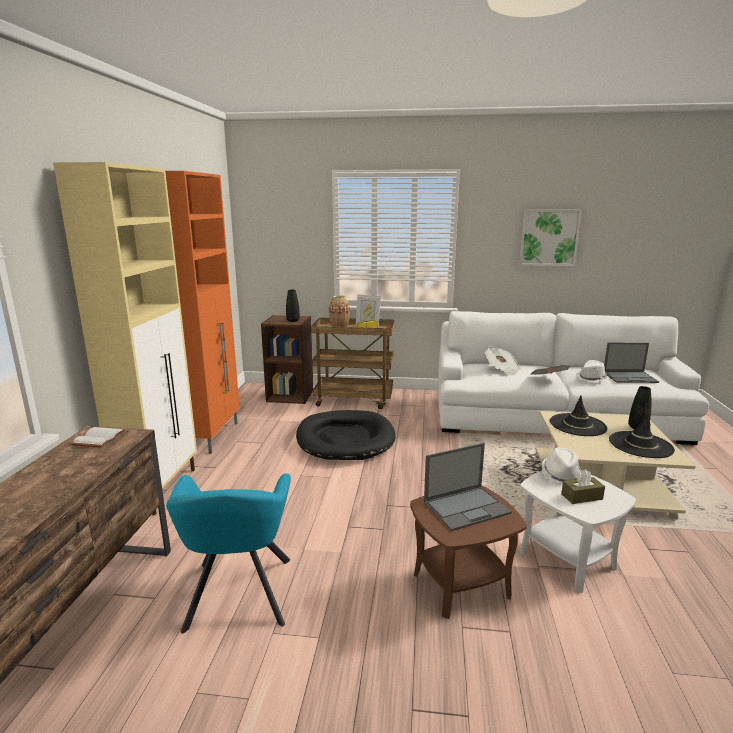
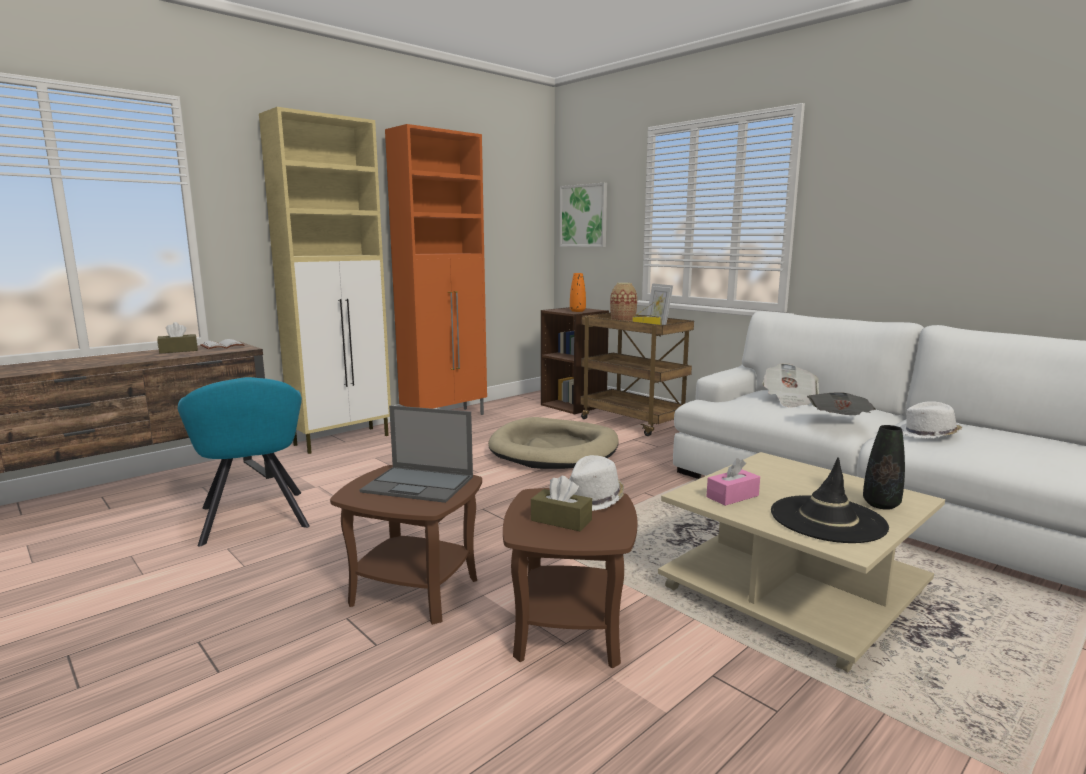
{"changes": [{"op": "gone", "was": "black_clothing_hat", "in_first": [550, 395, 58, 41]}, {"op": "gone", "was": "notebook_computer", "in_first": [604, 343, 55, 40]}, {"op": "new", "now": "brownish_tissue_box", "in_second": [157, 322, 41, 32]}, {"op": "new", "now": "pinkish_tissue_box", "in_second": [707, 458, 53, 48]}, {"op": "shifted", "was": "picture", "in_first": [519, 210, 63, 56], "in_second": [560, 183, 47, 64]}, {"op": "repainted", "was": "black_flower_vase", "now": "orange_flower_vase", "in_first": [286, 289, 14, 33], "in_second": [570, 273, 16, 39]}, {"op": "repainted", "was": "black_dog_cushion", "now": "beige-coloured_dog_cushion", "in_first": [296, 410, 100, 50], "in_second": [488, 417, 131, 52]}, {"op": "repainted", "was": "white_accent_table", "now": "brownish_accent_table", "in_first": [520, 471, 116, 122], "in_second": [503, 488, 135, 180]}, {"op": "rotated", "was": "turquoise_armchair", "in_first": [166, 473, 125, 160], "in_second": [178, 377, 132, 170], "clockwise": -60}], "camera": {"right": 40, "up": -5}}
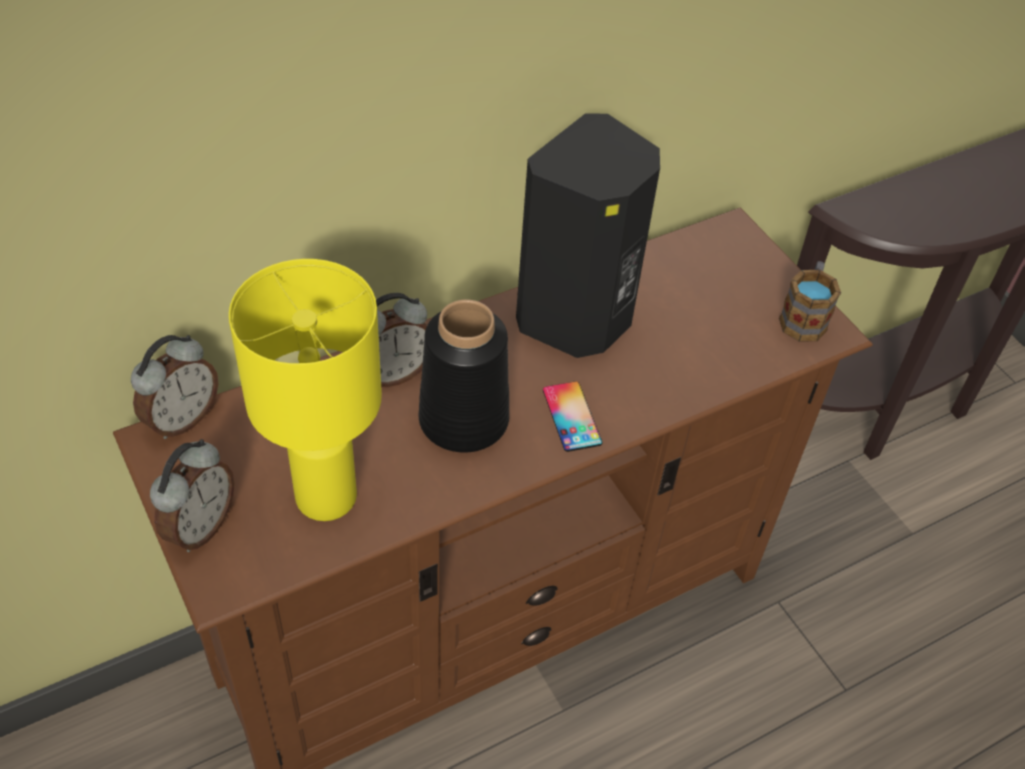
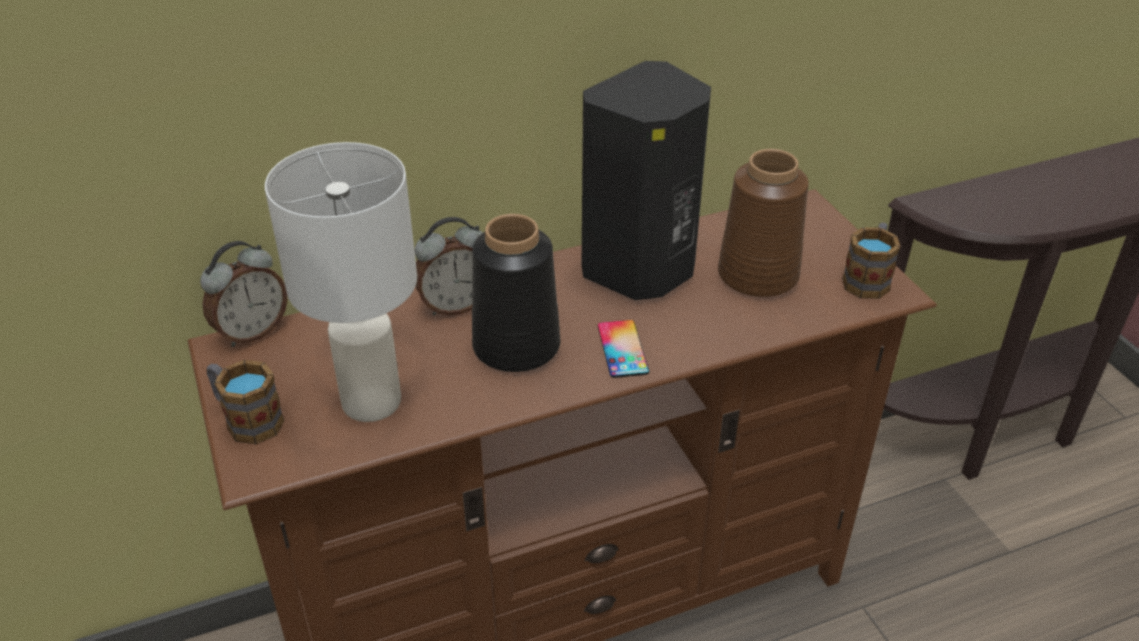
{"changes": [{"op": "new", "now": "brownish_flower_vase", "in_second": [718, 149, 91, 148]}, {"op": "swapped", "was": "table_clock", "now": "tea_mug", "in_first": [150, 439, 84, 113], "in_second": [207, 360, 78, 84]}, {"op": "repainted", "was": "yellow-coloured_tabletop_lamp", "now": "white_tabletop_lamp", "in_first": [229, 259, 153, 262], "in_second": [265, 142, 152, 280]}], "camera": {"right": 10, "up": -10}}
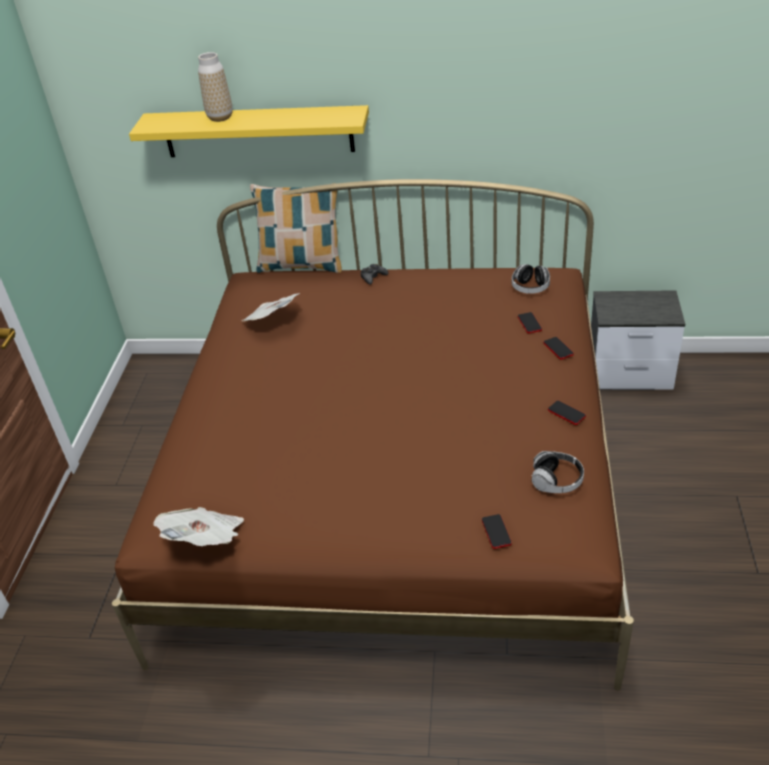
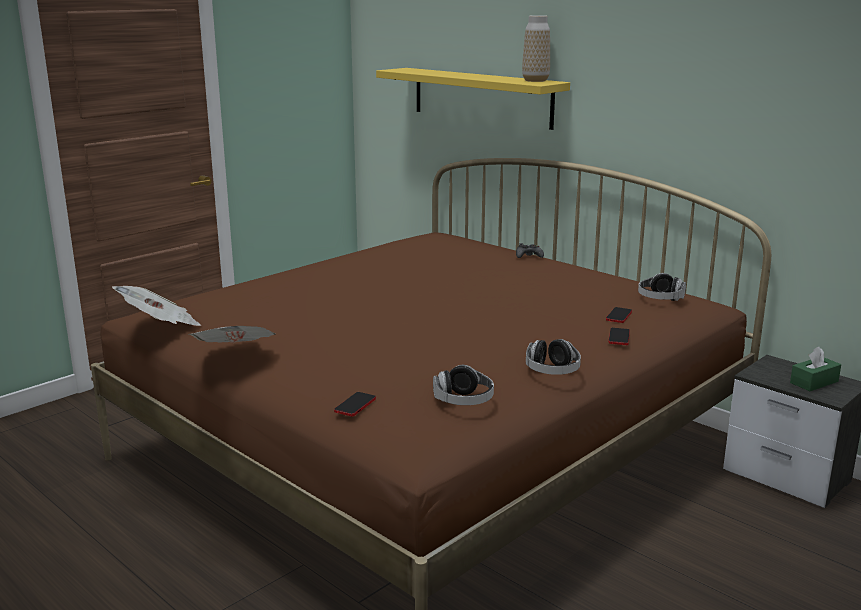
{"changes": [{"op": "gone", "was": "pillow", "in_first": [250, 183, 92, 90]}, {"op": "new", "now": "green-coloured_tissue_box", "in_second": [790, 347, 51, 44]}, {"op": "shifted", "was": "flower_vase", "in_first": [198, 52, 35, 70], "in_second": [522, 15, 28, 67]}, {"op": "shifted", "was": "daily_paper", "in_first": [242, 293, 58, 28], "in_second": [189, 326, 86, 17]}, {"op": "swapped", "was": "phone", "now": "headset", "in_first": [548, 401, 38, 24], "in_second": [526, 339, 55, 36]}], "camera": {"right": 35, "up": -20}}
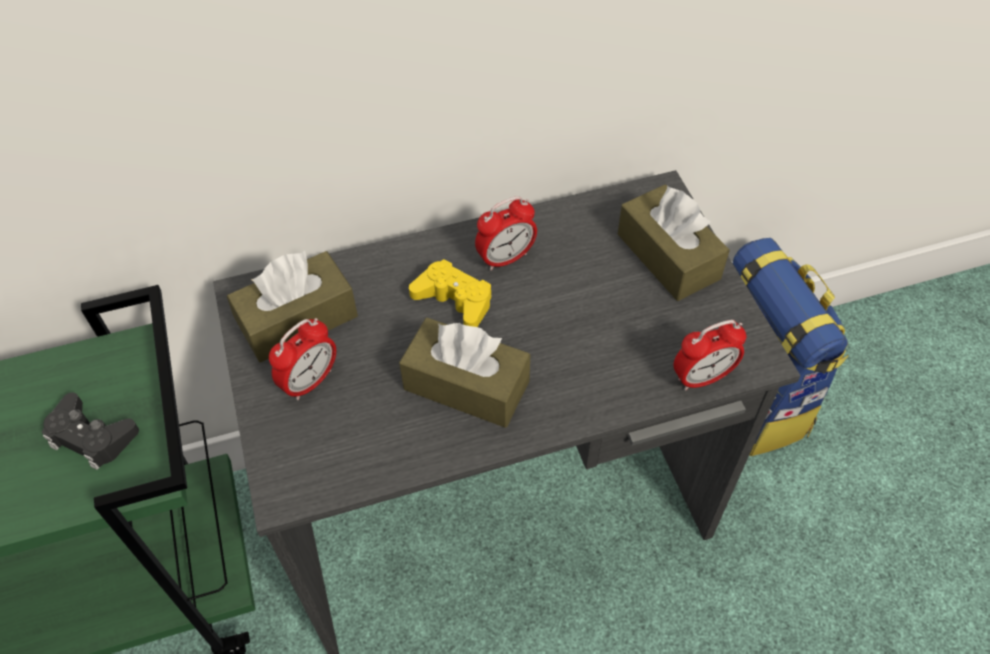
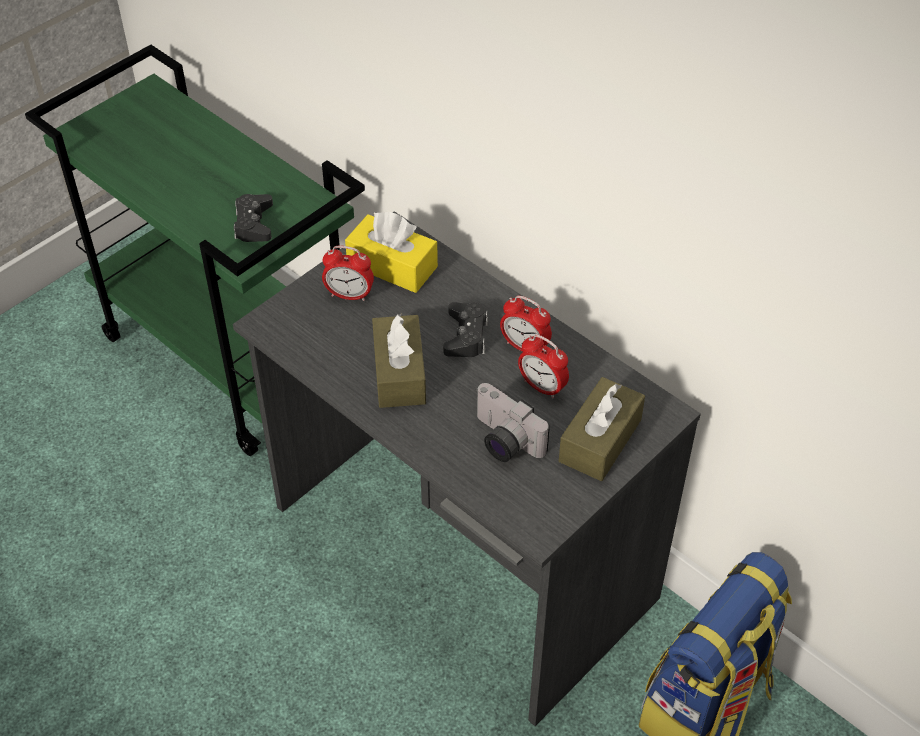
{"changes": [{"op": "new", "now": "still_camera", "in_second": [477, 383, 73, 79]}, {"op": "shifted", "was": "table_clock", "in_first": [673, 320, 73, 71], "in_second": [518, 335, 51, 63]}, {"op": "repainted", "was": "brownish_tissue_box", "now": "yellow-coloured_tissue_box", "in_first": [227, 251, 131, 112], "in_second": [345, 212, 93, 81]}, {"op": "repainted", "was": "yellow-coloured_joypad", "now": "black_joypad", "in_first": [409, 259, 83, 68], "in_second": [443, 302, 45, 55]}], "camera": {"right": 60, "up": -5}}
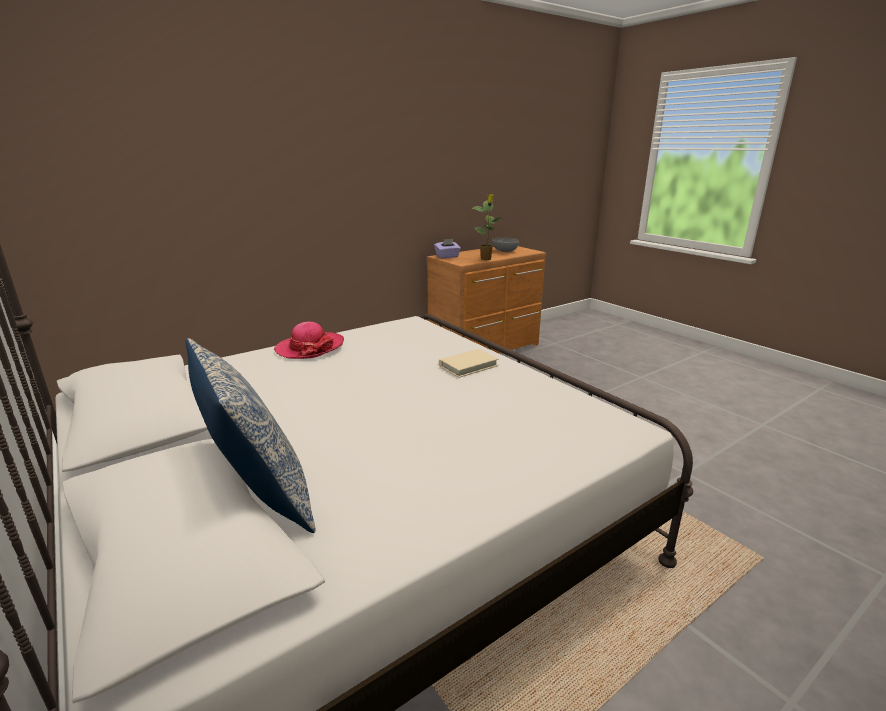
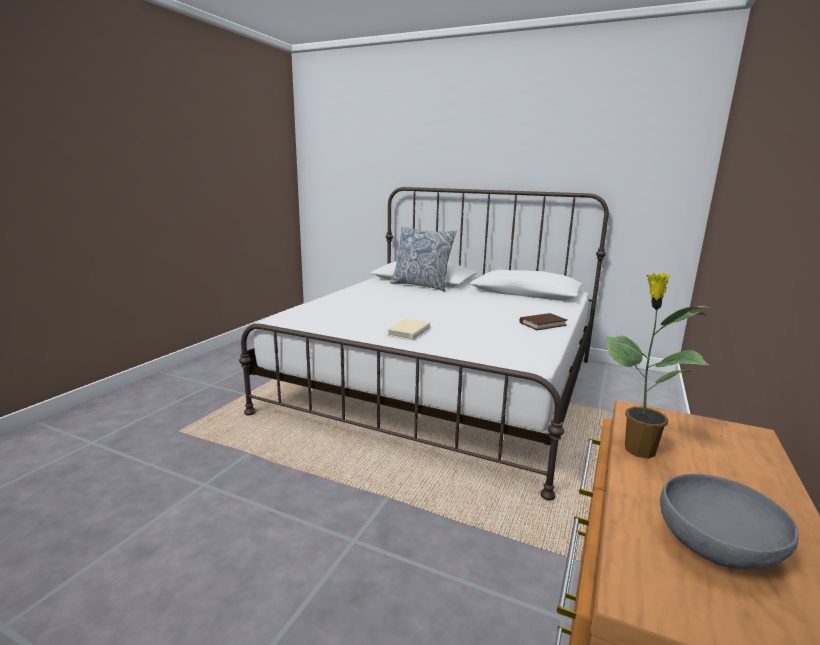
{"changes": [{"op": "gone", "was": "purplish_tissue_box", "in_first": [434, 239, 27, 19]}, {"op": "swapped", "was": "clothing_hat", "now": "brownish_book", "in_first": [274, 322, 70, 37], "in_second": [519, 313, 49, 17]}], "camera": {"right": 150, "up": -5}}
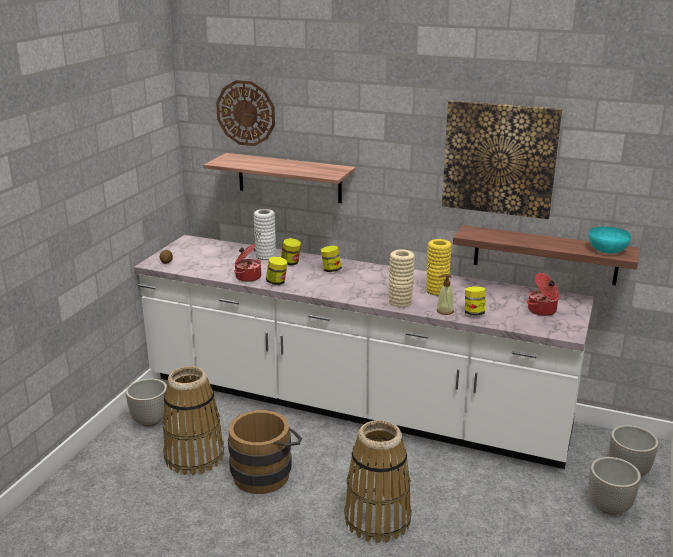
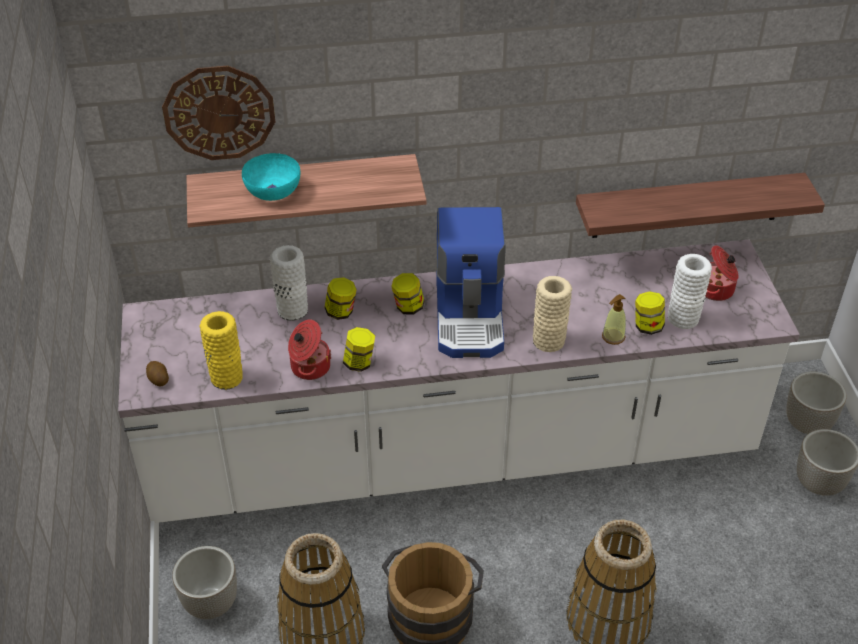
{"changes": [{"op": "gone", "was": "picture", "in_first": [442, 100, 120, 119]}, {"op": "new", "now": "coffee_machine", "in_second": [436, 207, 70, 151]}, {"op": "new", "now": "white_flower_vase", "in_second": [668, 254, 44, 75]}, {"op": "shifted", "was": "yellow-coloured_flower_vase", "in_first": [426, 239, 26, 56], "in_second": [200, 311, 43, 79]}, {"op": "shifted", "was": "turquoise_deep_dish", "in_first": [589, 227, 42, 27], "in_second": [242, 153, 58, 48]}], "camera": {"right": -30, "up": 20}}
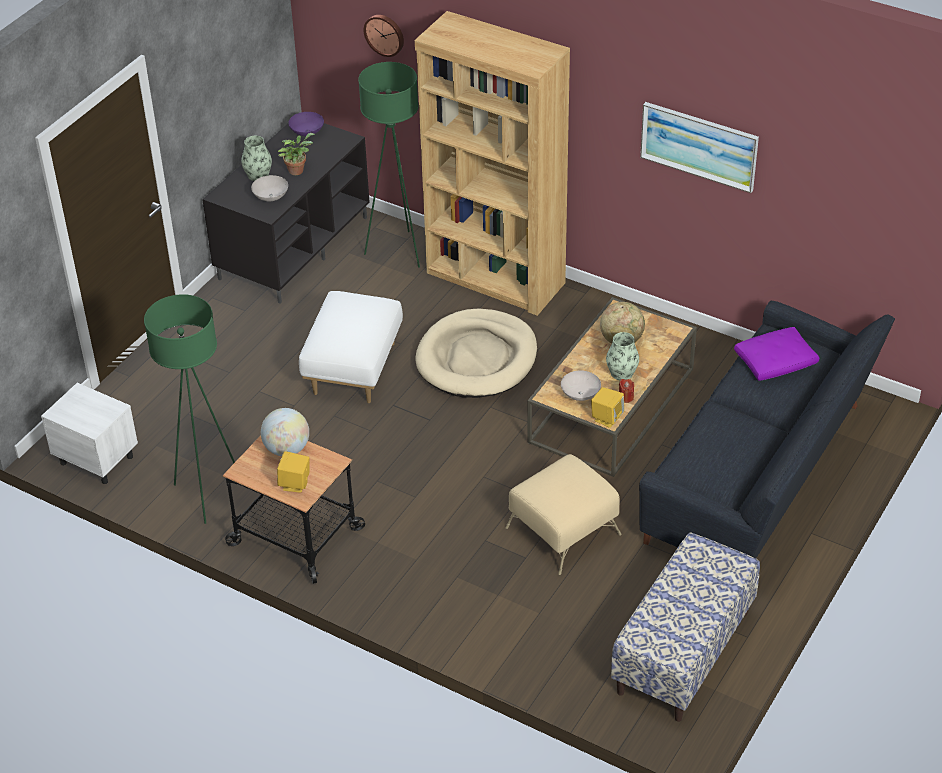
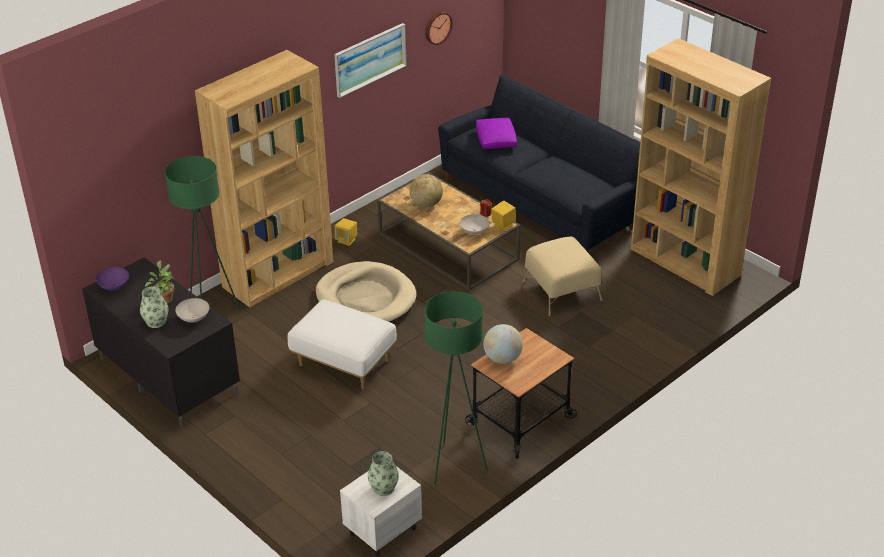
{"changes": [{"op": "shifted", "was": "yellow-coloured_loudspeaker", "in_first": [277, 451, 32, 42], "in_second": [335, 218, 22, 28]}, {"op": "shifted", "was": "clock_on_the_wall", "in_first": [364, 15, 40, 42], "in_second": [425, 12, 27, 33]}, {"op": "shifted", "was": "flower_vase", "in_first": [606, 332, 33, 48], "in_second": [368, 451, 31, 45]}, {"op": "swapped", "was": "long_seat", "now": "brownish_shelving_unit", "in_first": [611, 532, 149, 190], "in_second": [631, 38, 140, 258]}], "camera": {"right": -75, "up": -5}}
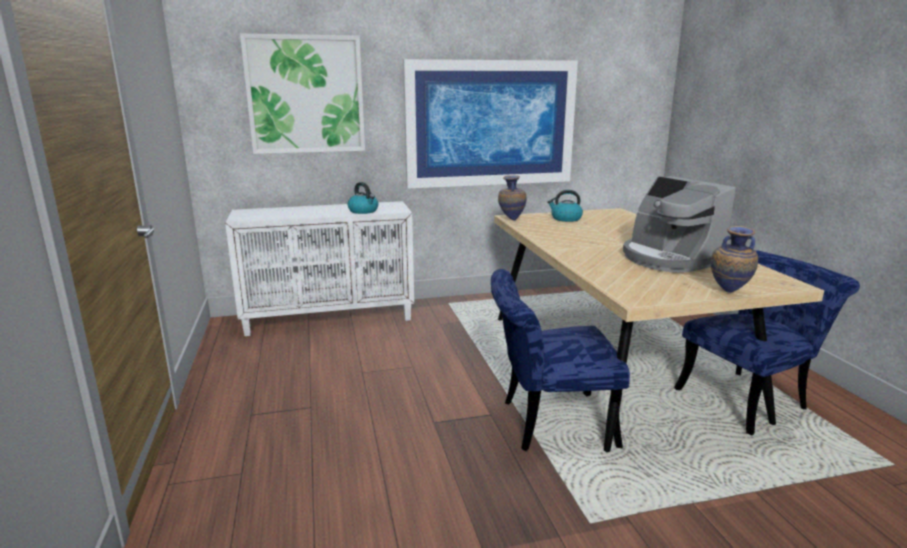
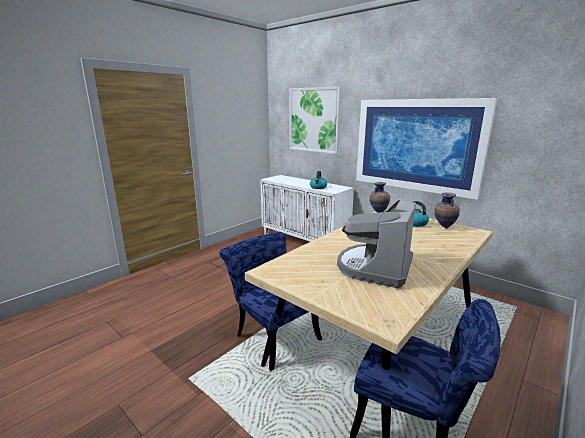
{"changes": [{"op": "shifted", "was": "flower_vase", "in_first": [711, 226, 47, 67], "in_second": [435, 192, 25, 37]}], "camera": {"right": 55, "up": 0}}
